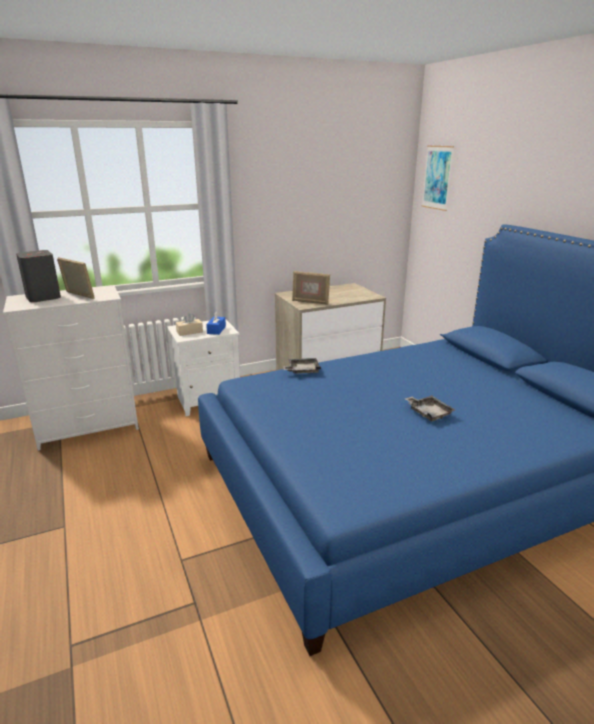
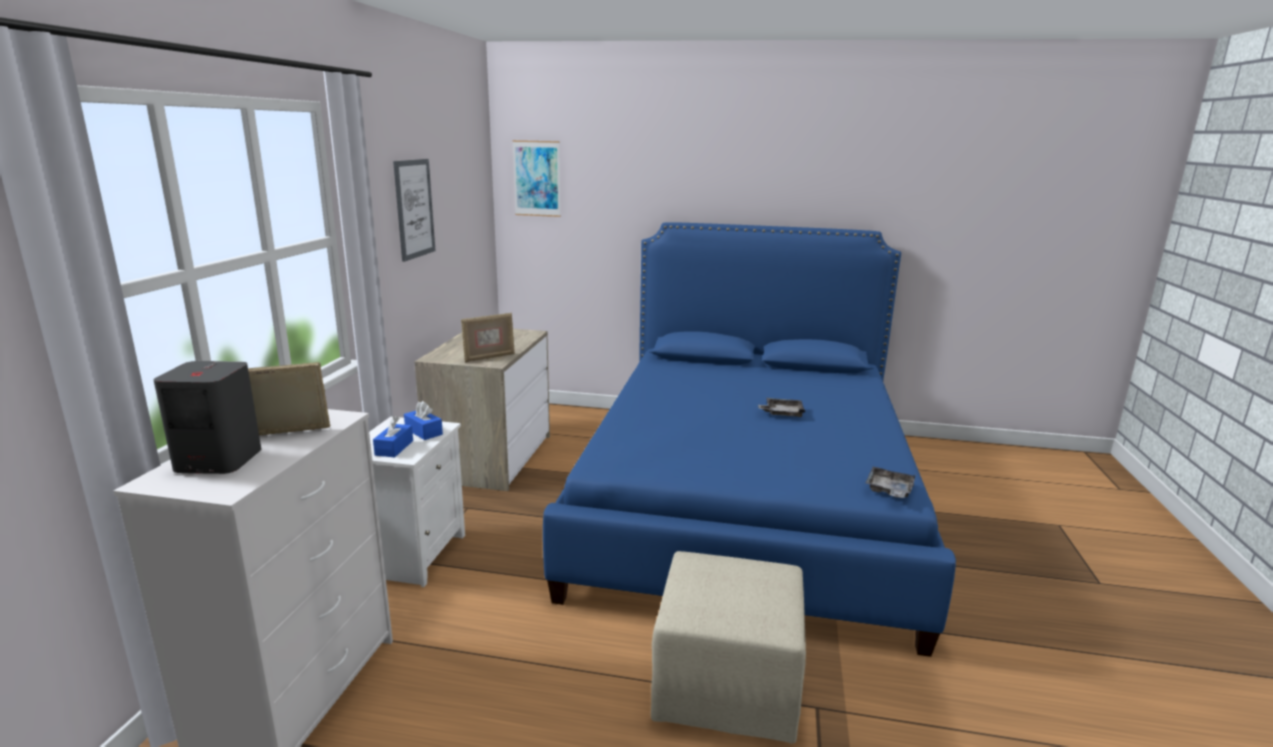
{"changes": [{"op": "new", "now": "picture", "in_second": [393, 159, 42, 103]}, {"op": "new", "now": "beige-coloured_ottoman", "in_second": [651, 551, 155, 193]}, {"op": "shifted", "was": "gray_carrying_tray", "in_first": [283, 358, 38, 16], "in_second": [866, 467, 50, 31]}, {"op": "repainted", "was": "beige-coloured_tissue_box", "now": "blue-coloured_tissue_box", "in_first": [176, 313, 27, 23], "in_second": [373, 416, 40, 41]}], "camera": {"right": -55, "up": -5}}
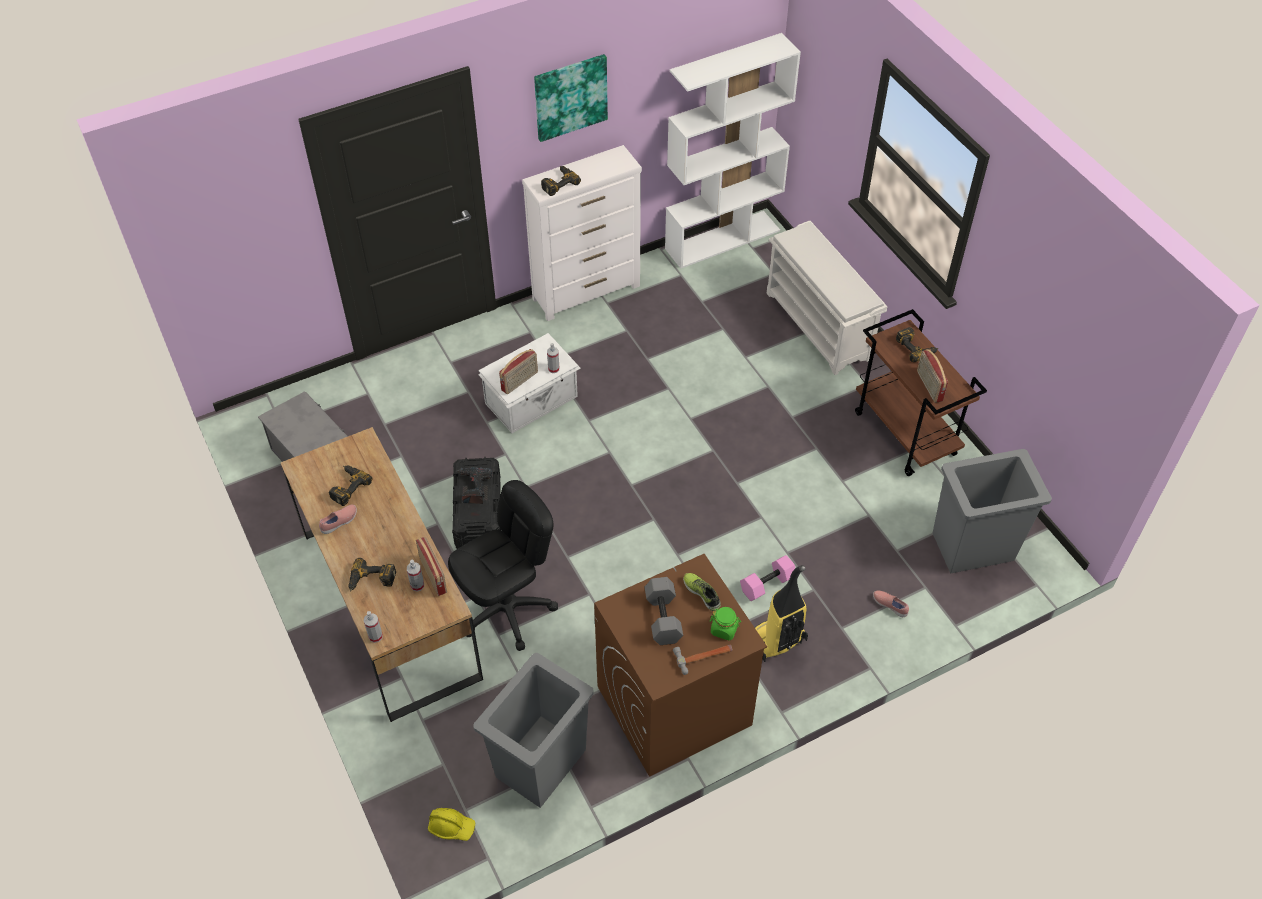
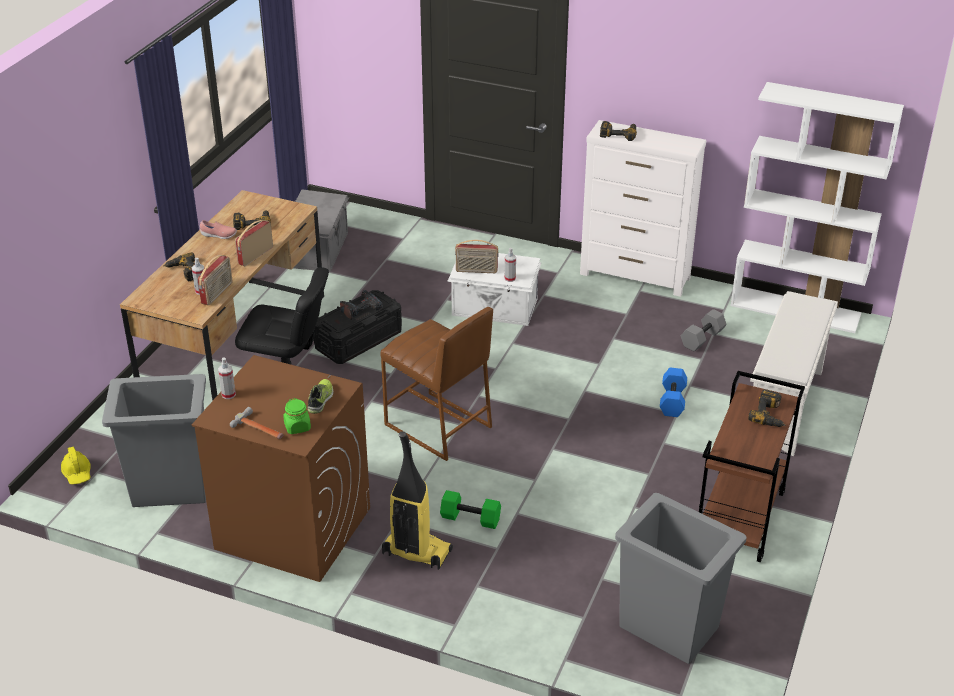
{"changes": [{"op": "gone", "was": "picture", "in_first": [534, 54, 74, 88]}, {"op": "gone", "was": "pinkish_shoe", "in_first": [873, 591, 36, 26]}, {"op": "new", "now": "brownish_stool_seat", "in_second": [380, 307, 113, 154]}, {"op": "new", "now": "blue-coloured_hand_weight", "in_second": [660, 368, 27, 49]}, {"op": "shifted", "was": "spray_bottle", "in_first": [364, 611, 19, 32], "in_second": [218, 358, 18, 41]}, {"op": "shifted", "was": "gray_hand_weight", "in_first": [645, 577, 38, 68], "in_second": [681, 309, 46, 42]}, {"op": "shifted", "was": "radio", "in_first": [917, 349, 31, 54], "in_second": [235, 220, 38, 46]}, {"op": "repainted", "was": "pinkish_hand_weight", "now": "green-coloured_hand_weight", "in_first": [740, 555, 55, 46], "in_second": [440, 490, 61, 39]}], "camera": {"right": 50, "up": -15}}
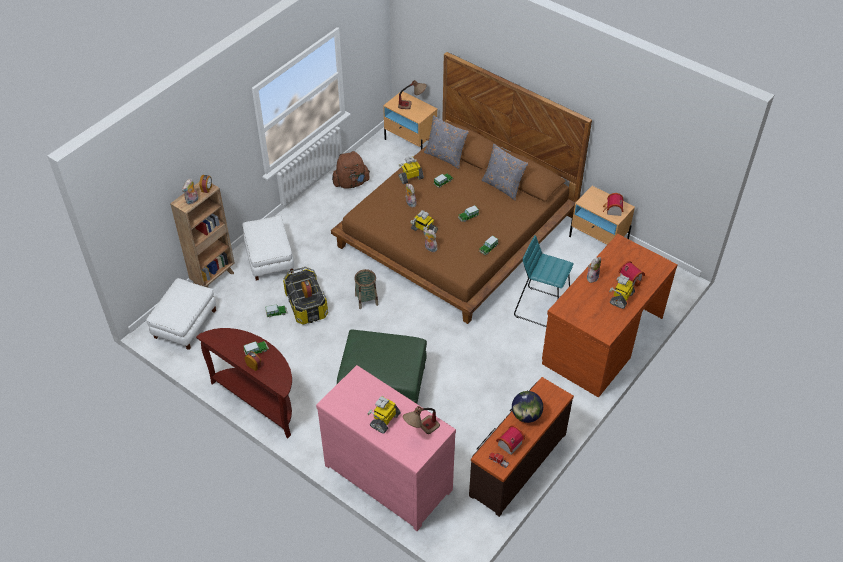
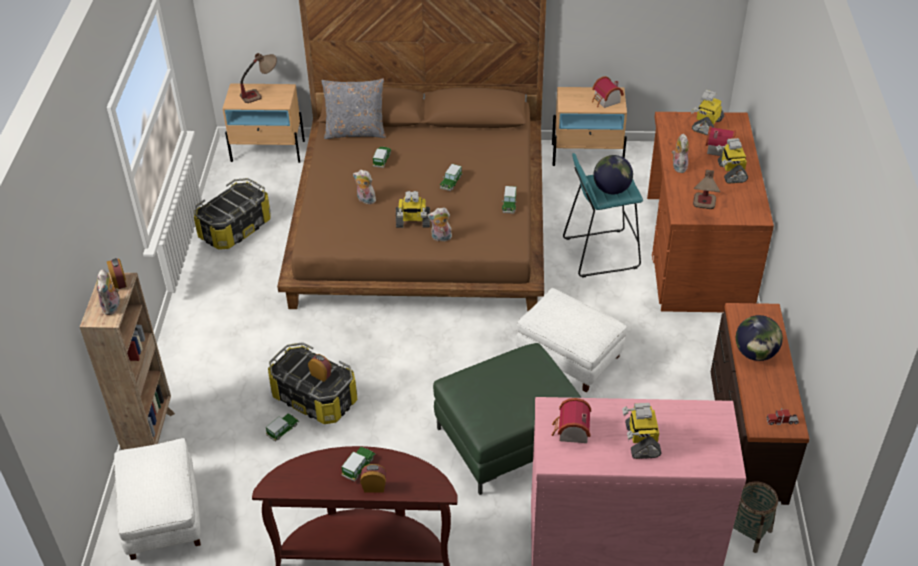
{"changes": [{"op": "gone", "was": "gray_pillow", "in_first": [481, 144, 47, 56]}, {"op": "new", "now": "world_globe", "in_second": [594, 155, 39, 39]}, {"op": "shifted", "was": "white_ottoman", "in_first": [242, 215, 52, 66], "in_second": [516, 288, 111, 104]}, {"op": "shifted", "was": "household_basket", "in_first": [354, 269, 24, 40], "in_second": [733, 482, 45, 71]}, {"op": "shifted", "was": "robot_figure", "in_first": [398, 156, 26, 28], "in_second": [691, 90, 33, 45]}, {"op": "shifted", "was": "tabletop_lamp", "in_first": [403, 406, 37, 28], "in_second": [693, 170, 27, 39]}, {"op": "shifted", "was": "toy_house", "in_first": [496, 425, 29, 30], "in_second": [552, 398, 39, 45]}, {"op": "swapped", "was": "brownish_rucksack", "now": "storage_box", "in_first": [332, 151, 38, 38], "in_second": [194, 178, 77, 72]}], "camera": {"right": -35, "up": -5}}
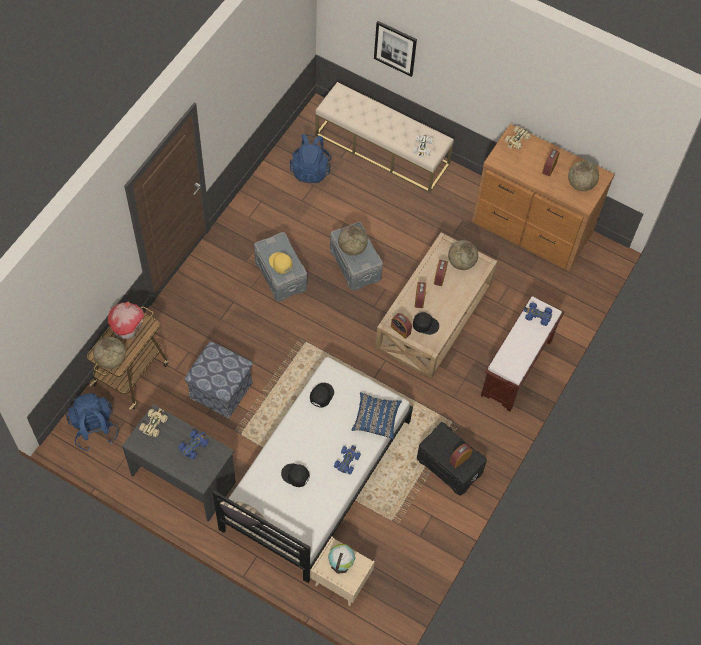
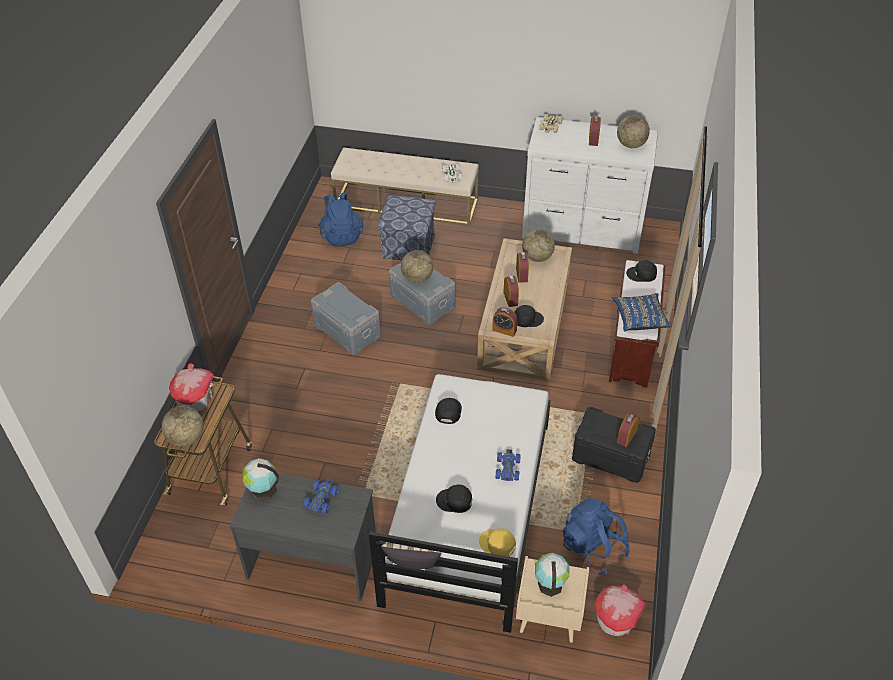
{"changes": [{"op": "gone", "was": "picture", "in_first": [374, 21, 43, 56]}, {"op": "new", "now": "toy_house", "in_second": [595, 584, 51, 52]}, {"op": "shifted", "was": "blue-coloured_rucksack", "in_first": [66, 393, 53, 58], "in_second": [563, 498, 67, 77]}, {"op": "shifted", "was": "ottoman", "in_first": [185, 341, 68, 77], "in_second": [378, 196, 58, 64]}, {"op": "shifted", "was": "yellow-coloured_cap", "in_first": [269, 252, 24, 22], "in_second": [479, 528, 37, 29]}, {"op": "shifted", "was": "blue-coloured_pillow", "in_first": [352, 392, 50, 47], "in_second": [612, 293, 59, 39]}, {"op": "swapped", "was": "beige-coloured_model_car", "now": "world_globe", "in_first": [139, 408, 29, 29], "in_second": [242, 458, 37, 42]}, {"op": "swapped", "was": "blue-coloured_model_car", "now": "black_cap", "in_first": [523, 302, 29, 24], "in_second": [626, 260, 31, 22]}, {"op": "repainted", "was": "brownish_drawer_chest", "now": "white_drawer_chest", "in_first": [472, 124, 143, 147], "in_second": [522, 117, 136, 137]}], "camera": {"right": -15, "up": -15}}
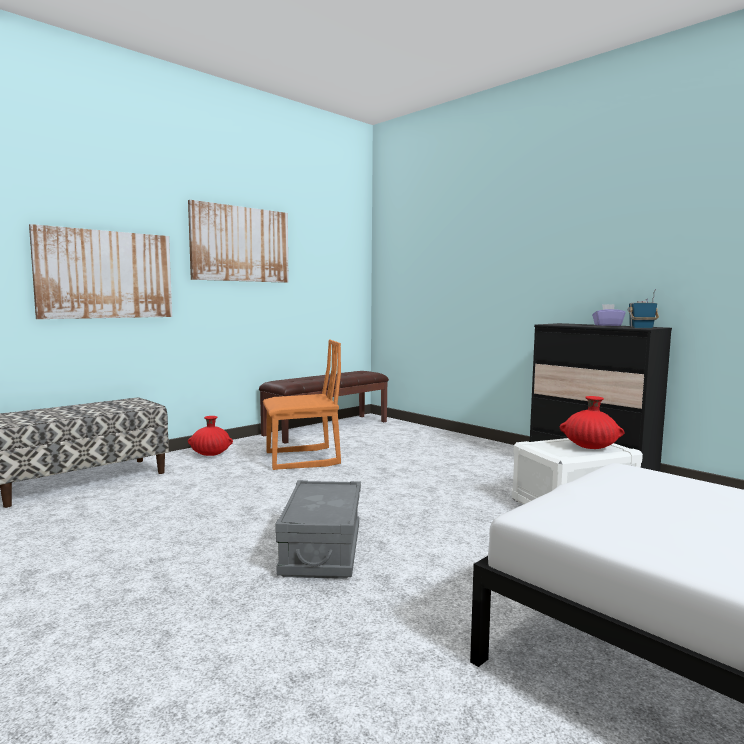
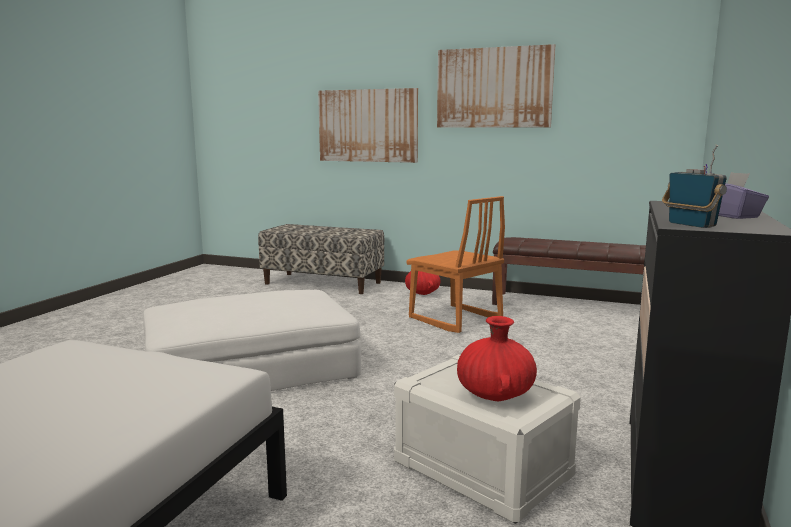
{"changes": [{"op": "swapped", "was": "gray_storage_box", "now": "white_ottoman", "in_first": [275, 480, 86, 99], "in_second": [143, 289, 218, 102]}], "camera": {"right": 65, "up": 5}}
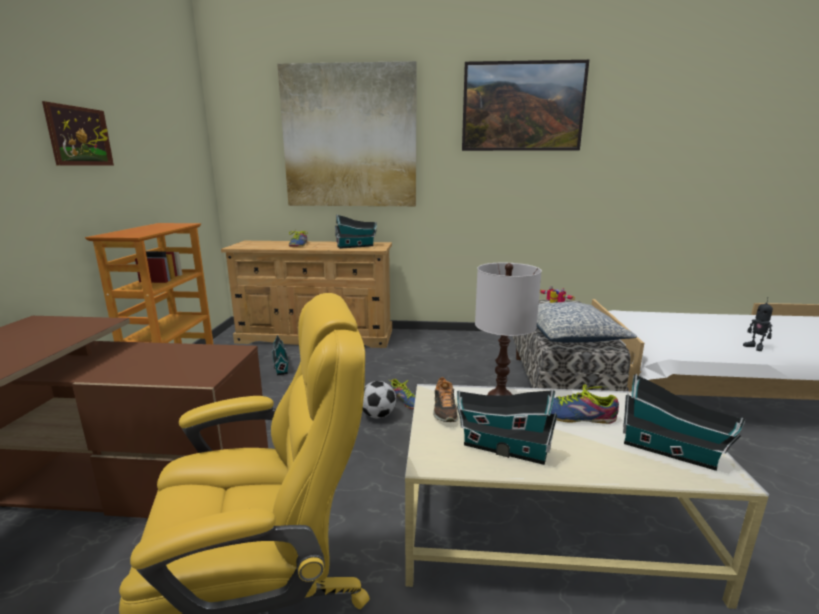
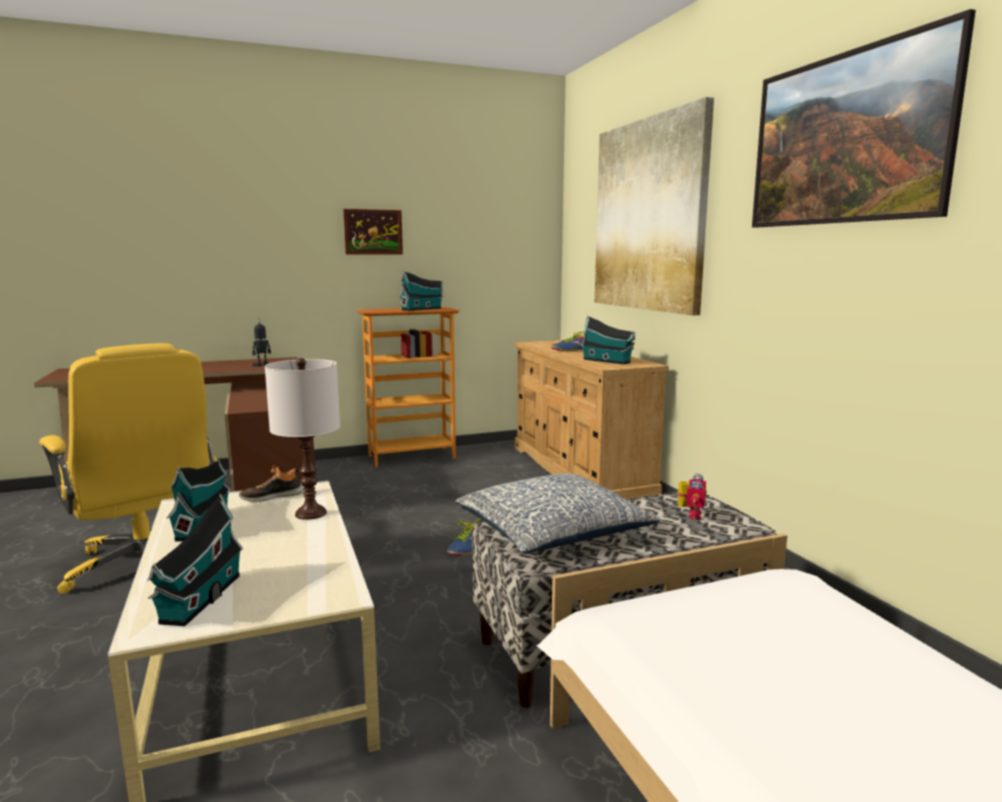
{"changes": [{"op": "gone", "was": "football_ball", "in_first": [362, 381, 34, 37]}, {"op": "gone", "was": "shoe", "in_first": [551, 384, 68, 40]}, {"op": "shifted", "was": "toy_house", "in_first": [272, 335, 17, 40], "in_second": [399, 271, 44, 40]}, {"op": "shifted", "was": "robot_figure", "in_first": [743, 297, 30, 54], "in_second": [252, 323, 19, 43]}], "camera": {"right": 65, "up": -5}}
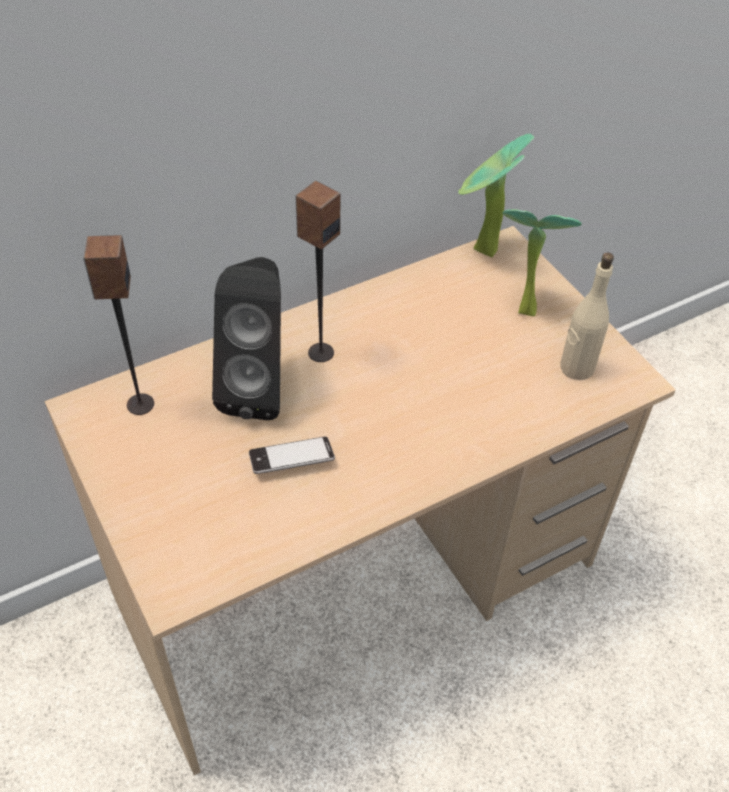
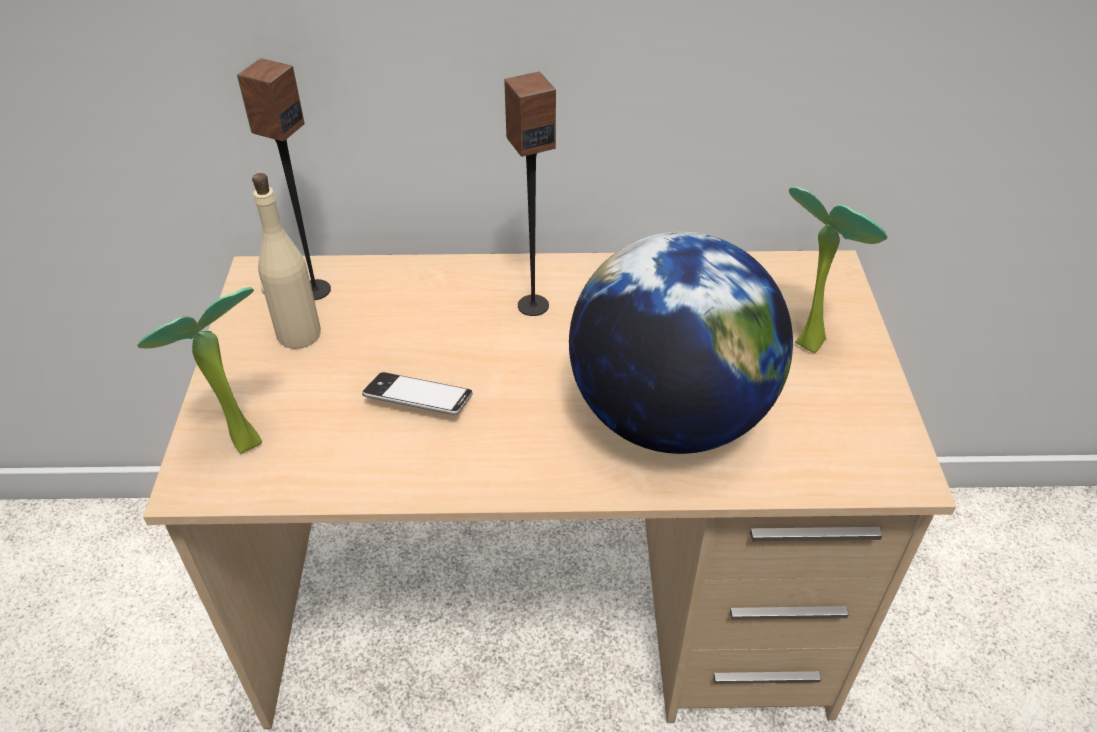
{"changes": [{"op": "gone", "was": "black_loudspeaker", "in_first": [212, 257, 69, 163]}, {"op": "new", "now": "world_globe", "in_second": [569, 232, 224, 222]}, {"op": "shifted", "was": "houseplant", "in_first": [458, 134, 76, 123], "in_second": [137, 287, 125, 167]}, {"op": "shifted", "was": "beige-coloured_drink_bottle", "in_first": [560, 252, 54, 128], "in_second": [252, 173, 69, 176]}], "camera": {"right": 30, "up": -5}}
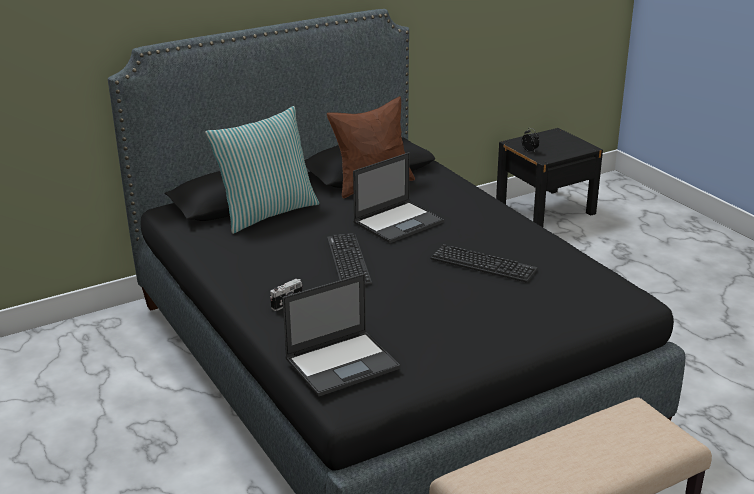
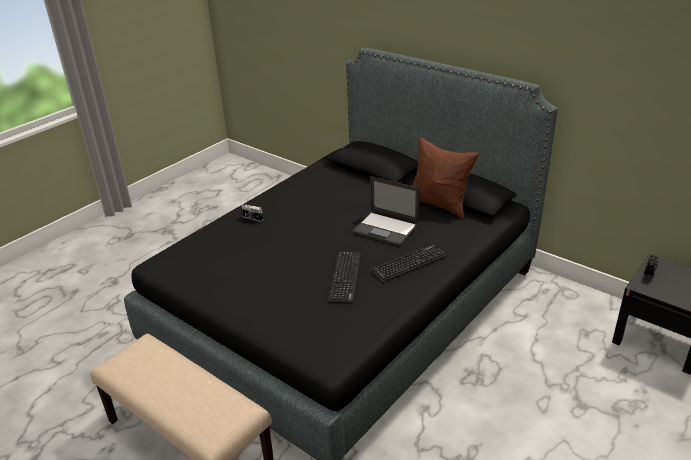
{"changes": [{"op": "gone", "was": "pillow", "in_first": [205, 106, 114, 128]}, {"op": "gone", "was": "notebook_computer", "in_first": [282, 273, 118, 123]}, {"op": "shifted", "was": "computer_keyboard", "in_first": [327, 233, 45, 52], "in_second": [370, 245, 77, 37]}], "camera": {"right": 70, "up": 5}}
